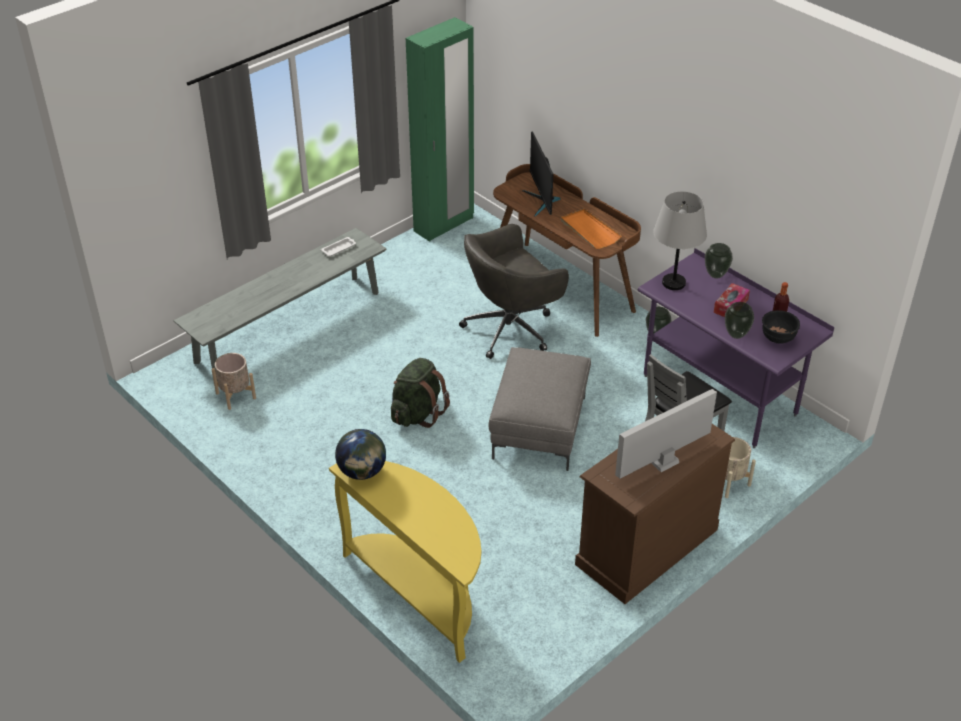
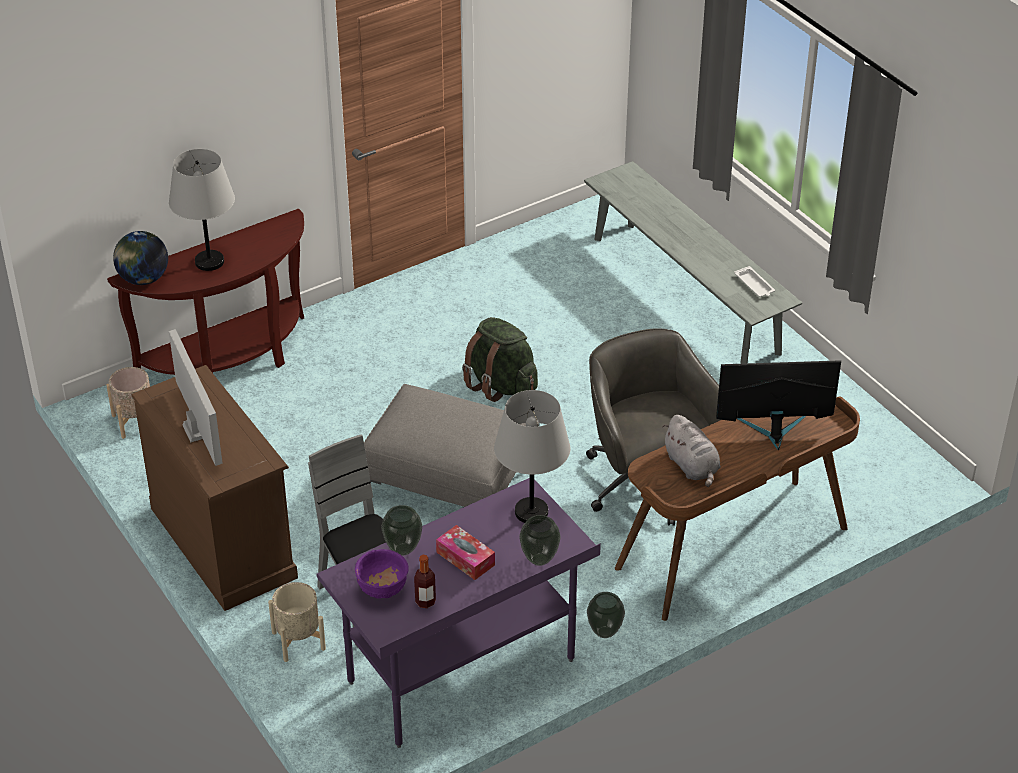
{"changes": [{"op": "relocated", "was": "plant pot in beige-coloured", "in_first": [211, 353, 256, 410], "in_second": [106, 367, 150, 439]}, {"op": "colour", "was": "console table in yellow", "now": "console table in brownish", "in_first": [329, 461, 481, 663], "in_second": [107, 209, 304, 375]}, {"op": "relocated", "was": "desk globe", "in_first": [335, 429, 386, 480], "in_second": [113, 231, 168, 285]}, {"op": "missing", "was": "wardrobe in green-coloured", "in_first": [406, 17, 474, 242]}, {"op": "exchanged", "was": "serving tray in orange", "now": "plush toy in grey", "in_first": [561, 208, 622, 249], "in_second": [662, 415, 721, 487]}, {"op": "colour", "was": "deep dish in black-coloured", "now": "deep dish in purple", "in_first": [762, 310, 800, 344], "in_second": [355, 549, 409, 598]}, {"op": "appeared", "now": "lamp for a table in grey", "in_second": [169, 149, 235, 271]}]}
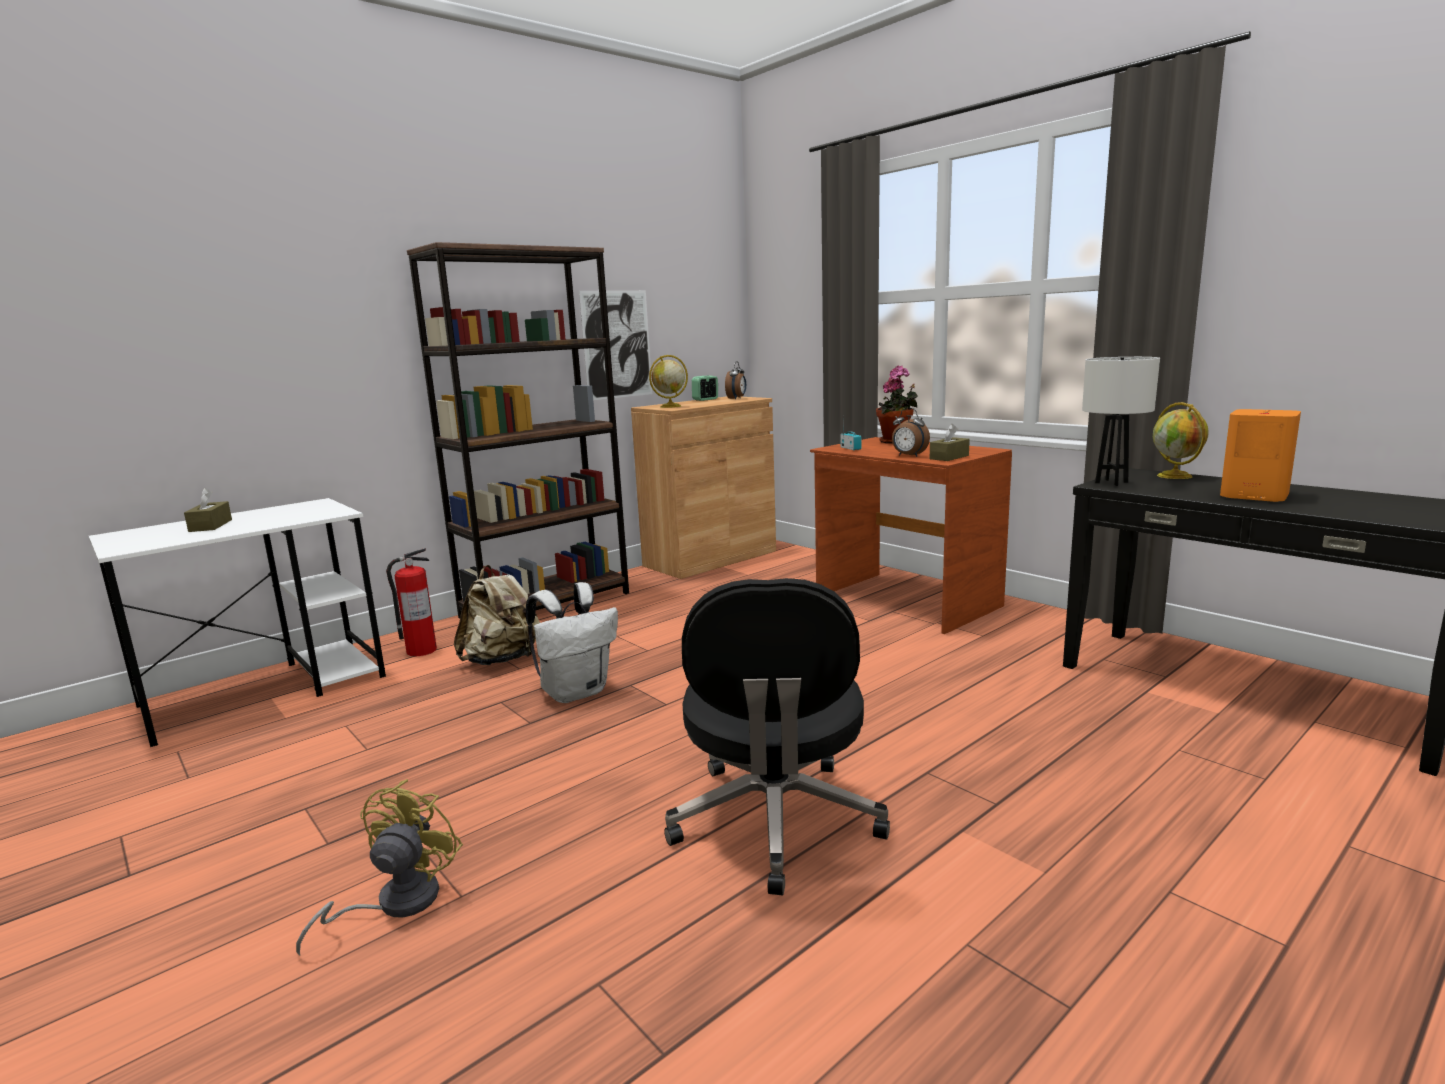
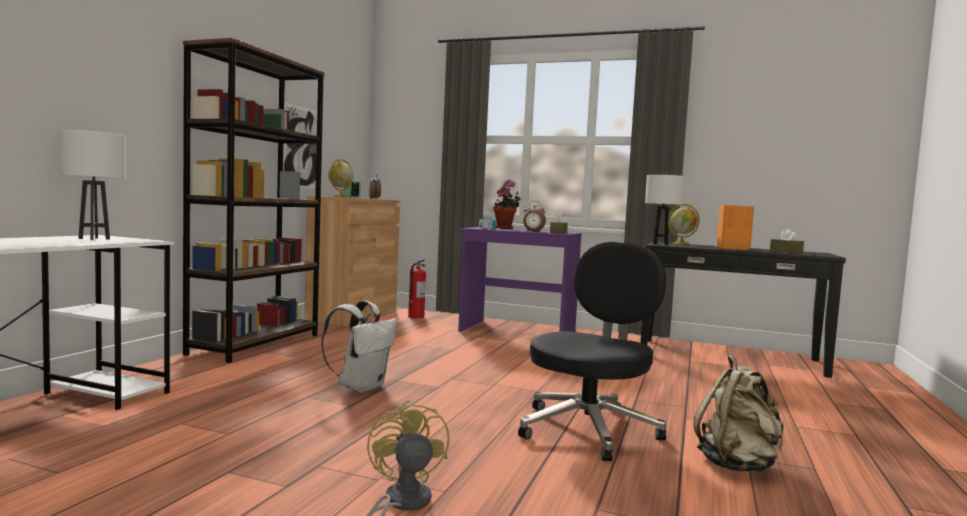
{"changes": [{"op": "relocated", "was": "box of tissues in brownish", "in_first": [184, 488, 232, 532], "in_second": [770, 229, 804, 253]}, {"op": "relocated", "was": "fire-fighting cylinder", "in_first": [386, 548, 437, 656], "in_second": [408, 259, 426, 319]}, {"op": "relocated", "was": "rucksack in beige-coloured", "in_first": [454, 565, 540, 665], "in_second": [693, 354, 784, 473]}, {"op": "spun", "was": "office chair in black-coloured", "in_first": [664, 578, 890, 896], "in_second": [518, 242, 666, 461], "clockwise": -120}, {"op": "colour", "was": "desk unit in brownish", "now": "desk unit in purple", "in_first": [810, 437, 1012, 634], "in_second": [458, 227, 582, 332]}, {"op": "appeared", "now": "lamp for a table in white", "in_second": [59, 130, 126, 240]}]}
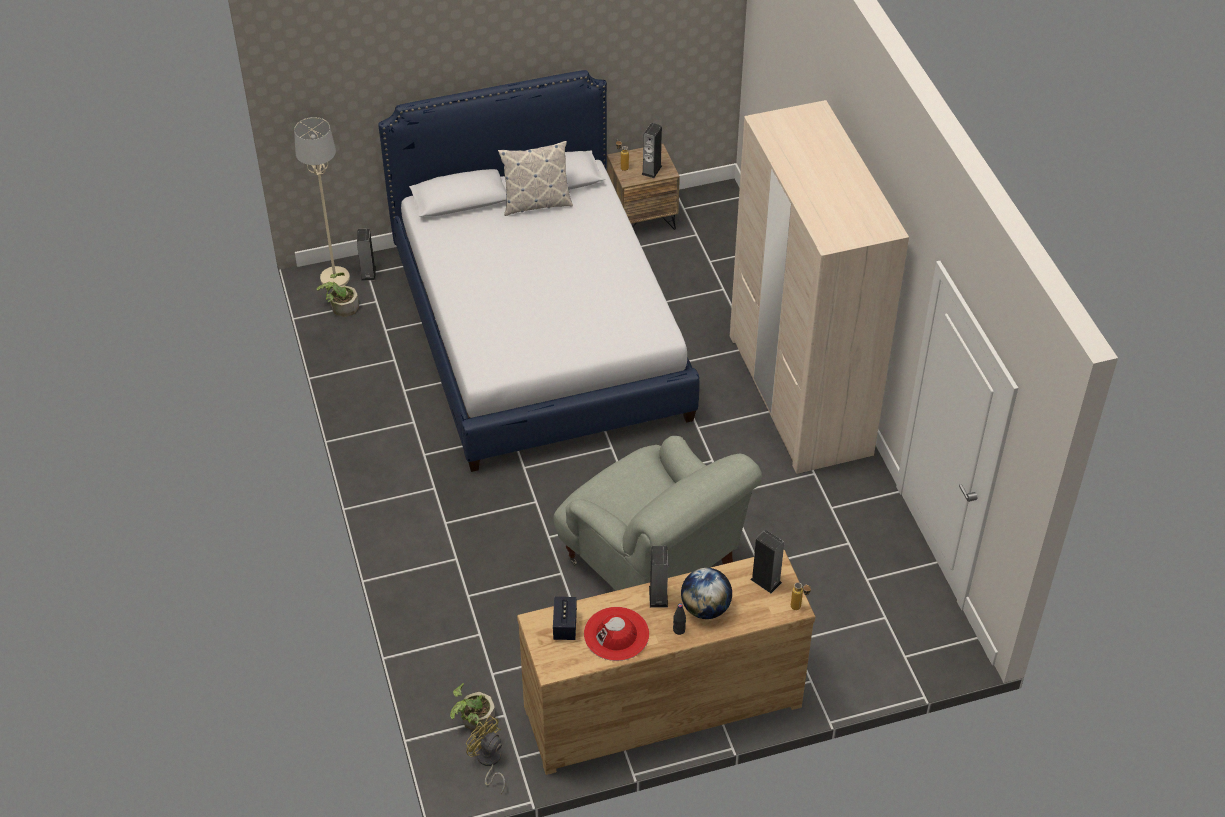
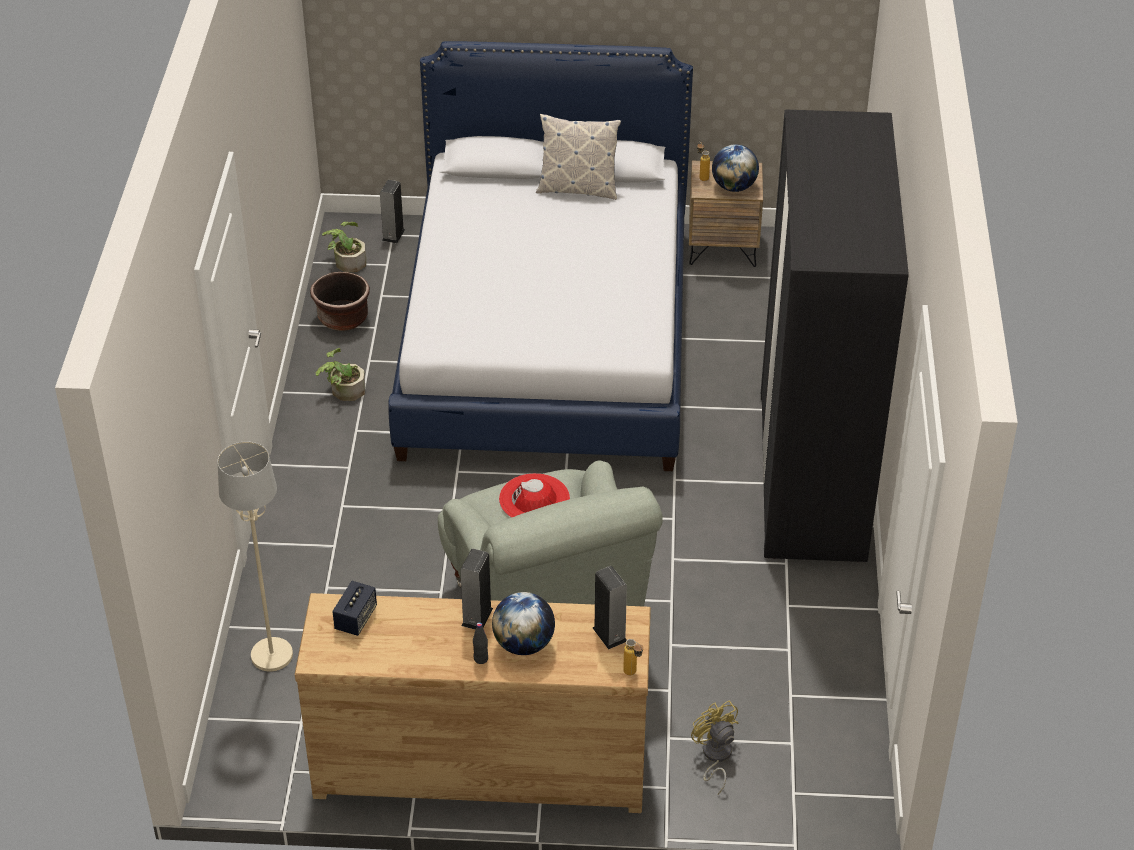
{"changes": [{"op": "relocated", "was": "floor lamp in beige-coloured", "in_first": [294, 117, 350, 289], "in_second": [218, 442, 293, 671]}, {"op": "relocated", "was": "houseplant", "in_first": [450, 683, 495, 732], "in_second": [316, 348, 365, 401]}, {"op": "relocated", "was": "cooling fan in yellow", "in_first": [466, 715, 505, 794], "in_second": [691, 700, 739, 795]}, {"op": "relocated", "was": "clothing hat in reddish", "in_first": [584, 607, 649, 661], "in_second": [499, 473, 570, 518]}, {"op": "exchanged", "was": "loudspeaker", "now": "desk globe", "in_first": [641, 123, 662, 178], "in_second": [712, 144, 759, 192]}, {"op": "colour", "was": "wardrobe in beige-coloured", "now": "wardrobe in black-coloured", "in_first": [730, 100, 909, 474], "in_second": [761, 110, 909, 562]}, {"op": "appeared", "now": "plant pot in brownish", "in_second": [310, 272, 370, 331]}]}
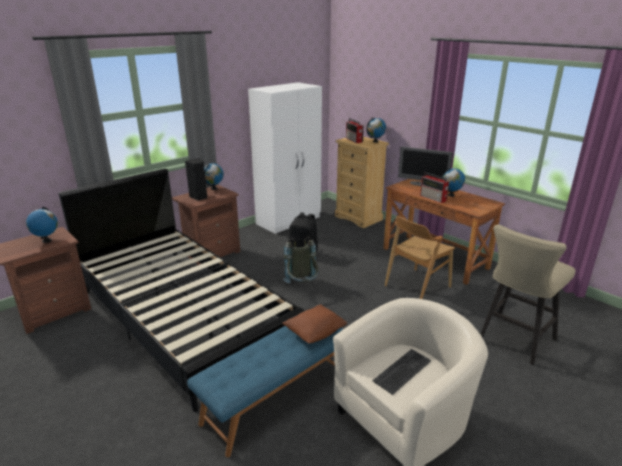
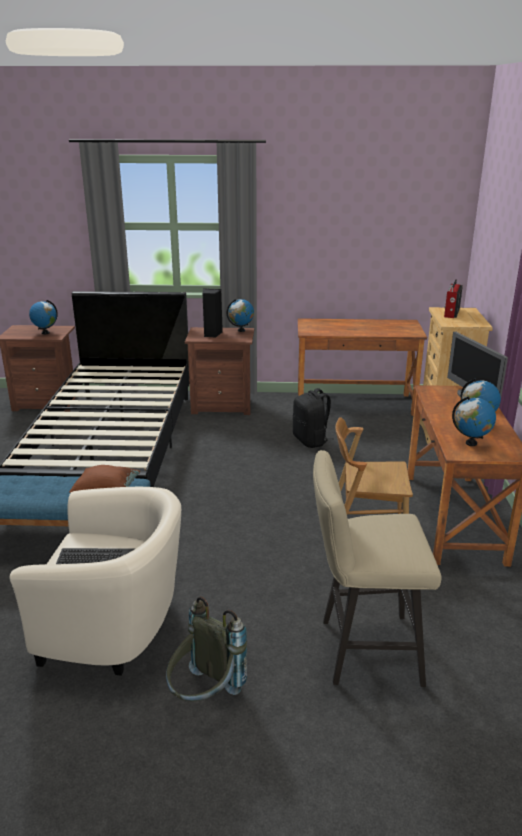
{"changes": [{"op": "exchanged", "was": "wardrobe in white", "now": "desk unit in brownish", "in_first": [248, 82, 322, 234], "in_second": [298, 318, 427, 416]}, {"op": "relocated", "was": "rucksack in grey", "in_first": [283, 237, 319, 283], "in_second": [166, 597, 247, 701]}, {"op": "relocated", "was": "desk globe", "in_first": [366, 118, 386, 143], "in_second": [452, 396, 496, 446]}, {"op": "missing", "was": "radio", "in_first": [420, 172, 449, 203]}]}
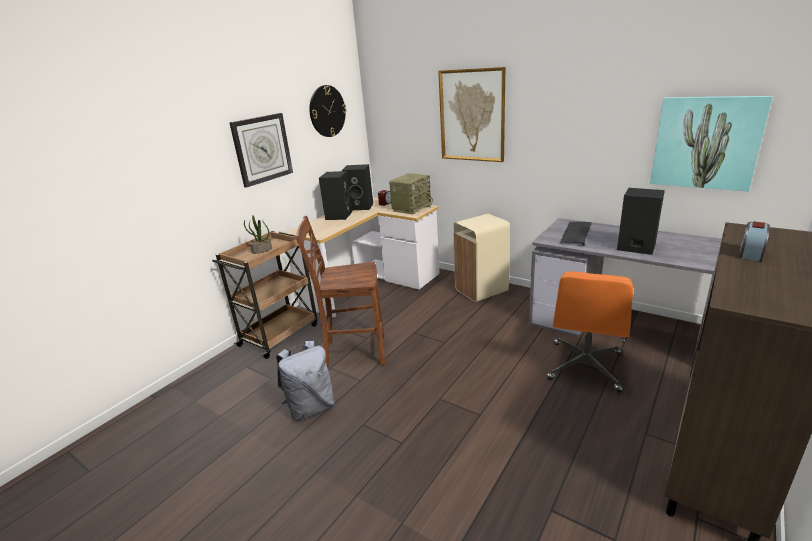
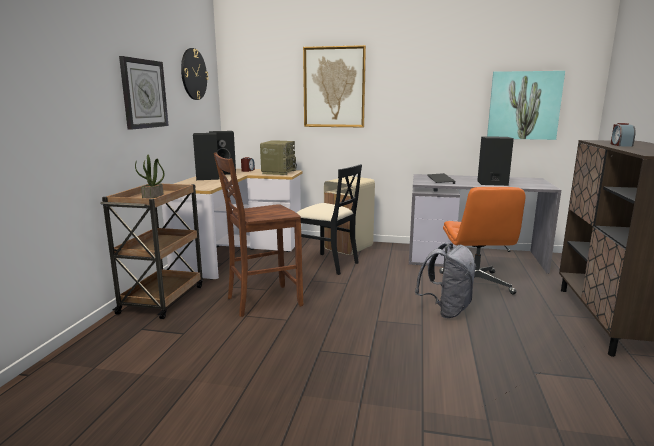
{"changes": [{"op": "relocated", "was": "rucksack in grey", "in_first": [276, 341, 335, 421], "in_second": [415, 243, 476, 318]}, {"op": "appeared", "now": "plain chair in black-coloured", "in_second": [297, 164, 362, 275]}]}
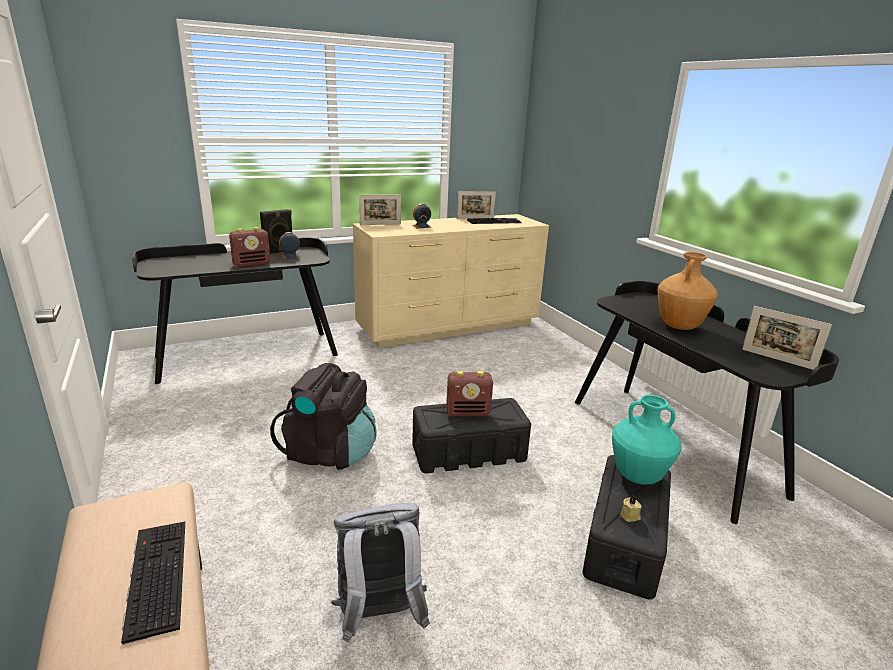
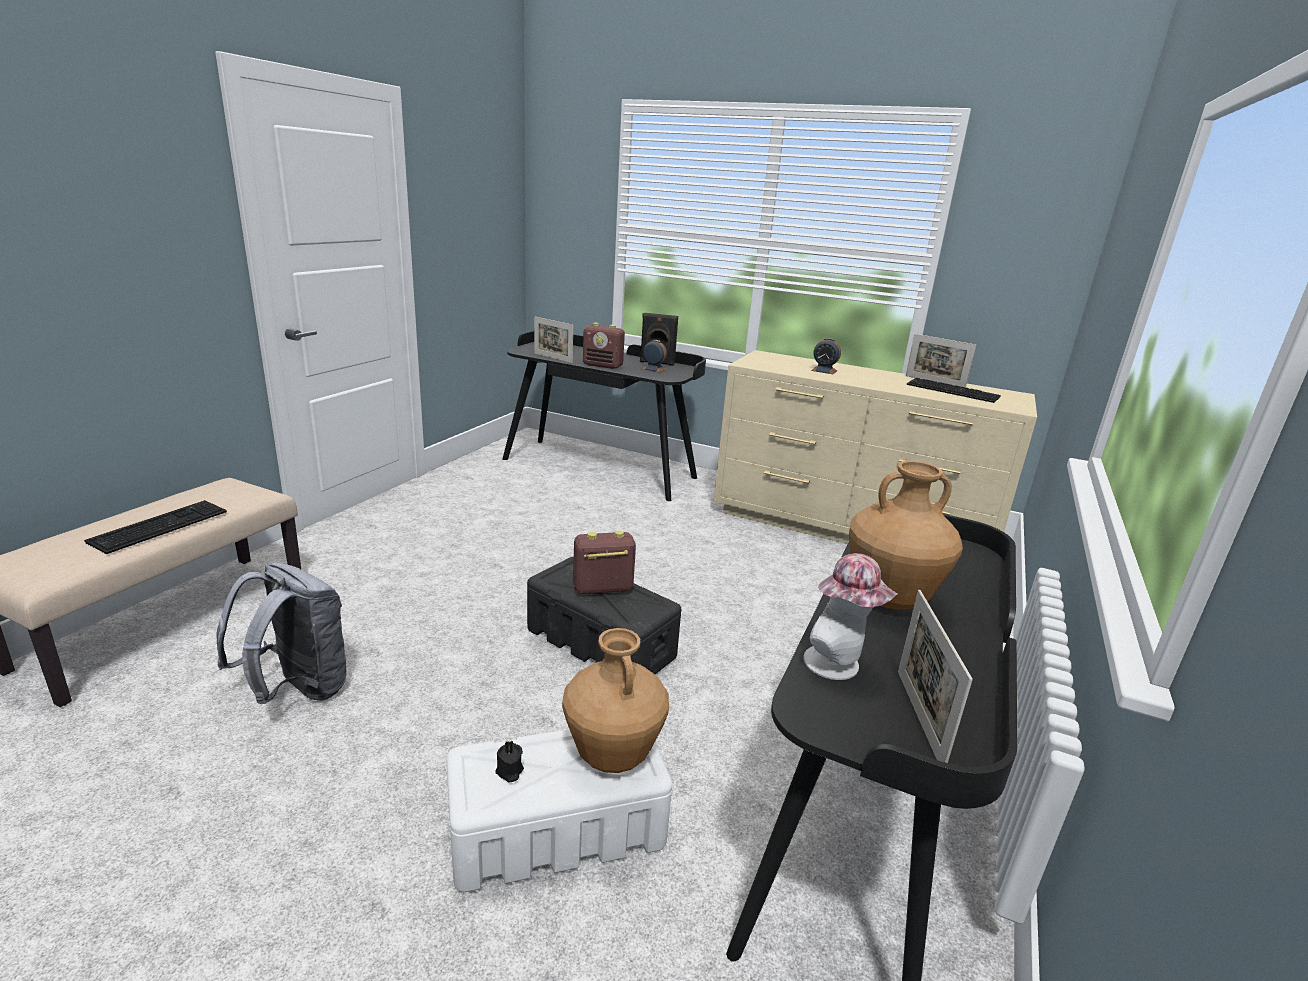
{"changes": [{"op": "missing", "was": "rucksack in black-coloured", "in_first": [270, 363, 377, 470]}, {"op": "relocated", "was": "photo frame", "in_first": [359, 195, 401, 225], "in_second": [534, 316, 573, 363]}, {"op": "spun", "was": "radio", "in_first": [446, 371, 493, 417], "in_second": [573, 530, 636, 594], "clockwise": 120}, {"op": "colour", "was": "storage container in black-coloured", "now": "storage container in white", "in_first": [582, 455, 671, 600], "in_second": [446, 729, 673, 892]}, {"op": "colour", "was": "vase in turquoise", "now": "vase in brownish", "in_first": [612, 395, 682, 484], "in_second": [562, 628, 669, 773]}, {"op": "colour", "was": "candle in beige-coloured", "now": "candle in black-coloured", "in_first": [620, 496, 642, 522], "in_second": [495, 740, 524, 782]}, {"op": "appeared", "now": "clothing hat", "in_second": [803, 553, 898, 680]}]}
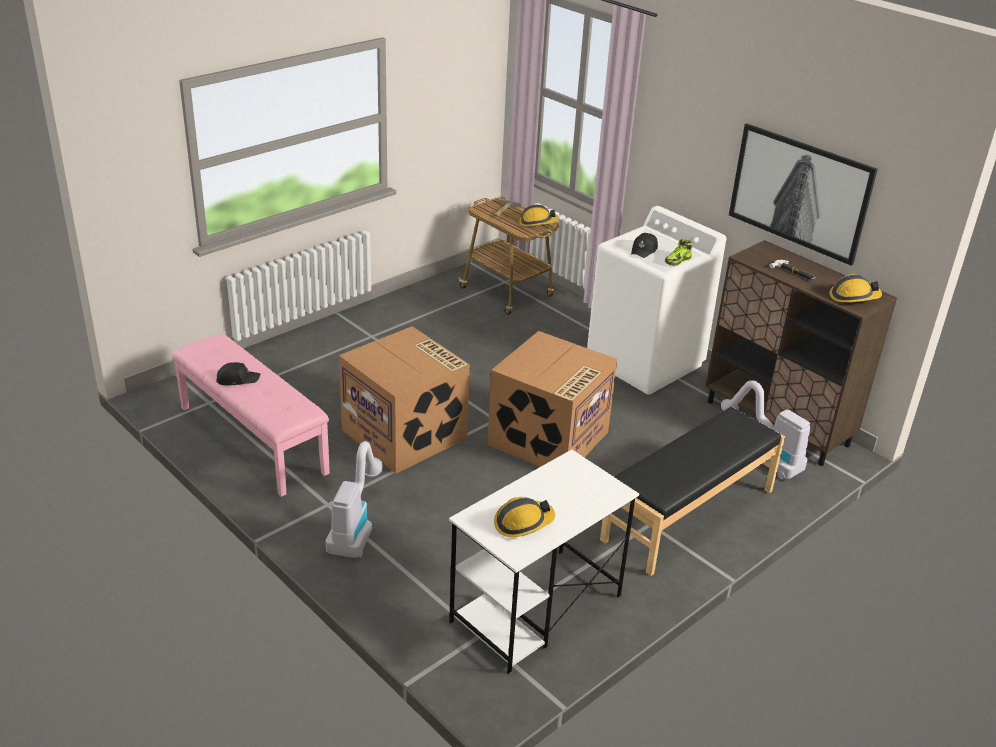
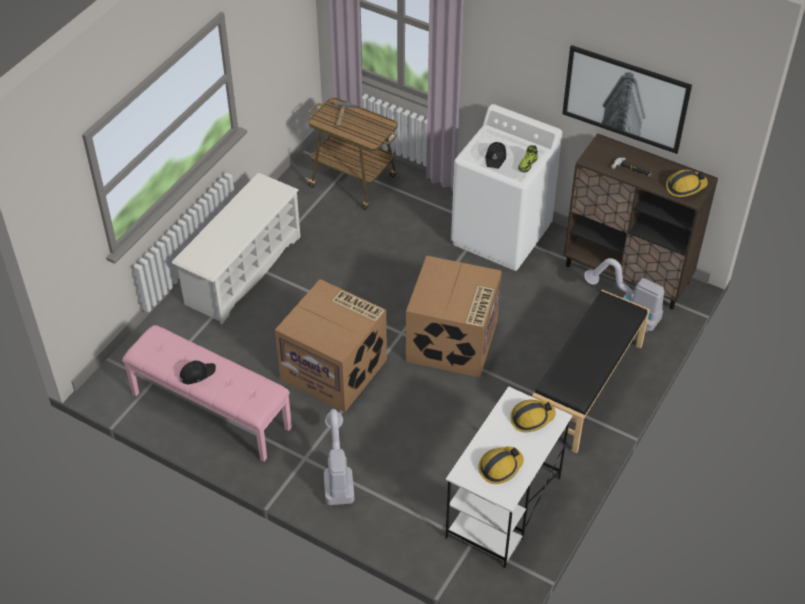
{"changes": [{"op": "relocated", "was": "safety helmet", "in_first": [519, 204, 559, 226], "in_second": [510, 399, 556, 433]}, {"op": "appeared", "now": "shoe rack in white", "in_second": [172, 173, 300, 324]}]}
